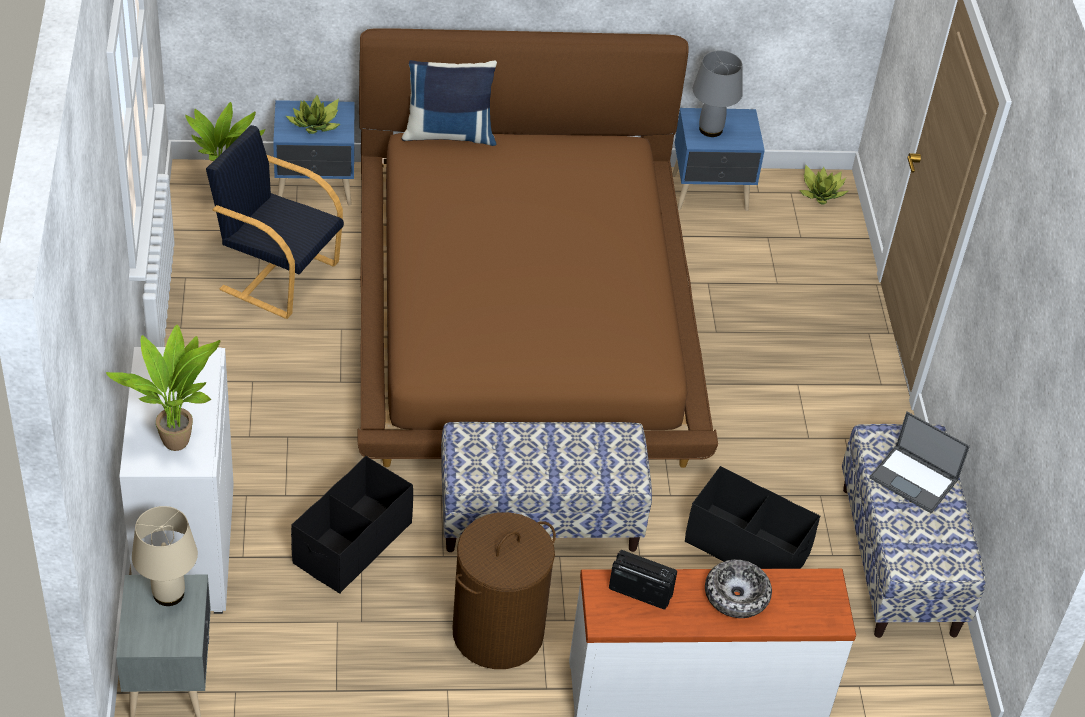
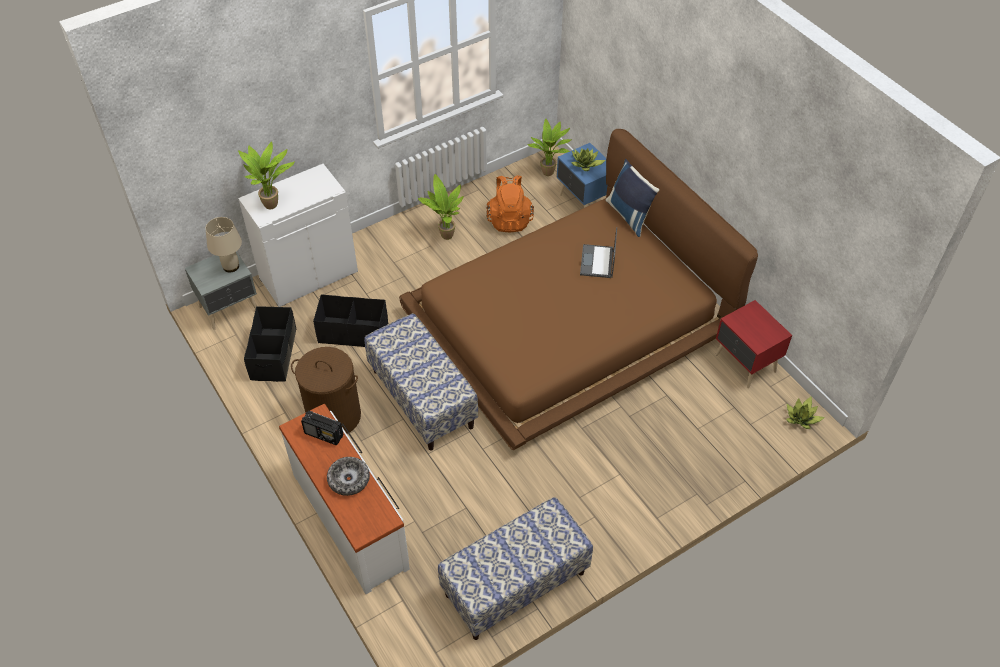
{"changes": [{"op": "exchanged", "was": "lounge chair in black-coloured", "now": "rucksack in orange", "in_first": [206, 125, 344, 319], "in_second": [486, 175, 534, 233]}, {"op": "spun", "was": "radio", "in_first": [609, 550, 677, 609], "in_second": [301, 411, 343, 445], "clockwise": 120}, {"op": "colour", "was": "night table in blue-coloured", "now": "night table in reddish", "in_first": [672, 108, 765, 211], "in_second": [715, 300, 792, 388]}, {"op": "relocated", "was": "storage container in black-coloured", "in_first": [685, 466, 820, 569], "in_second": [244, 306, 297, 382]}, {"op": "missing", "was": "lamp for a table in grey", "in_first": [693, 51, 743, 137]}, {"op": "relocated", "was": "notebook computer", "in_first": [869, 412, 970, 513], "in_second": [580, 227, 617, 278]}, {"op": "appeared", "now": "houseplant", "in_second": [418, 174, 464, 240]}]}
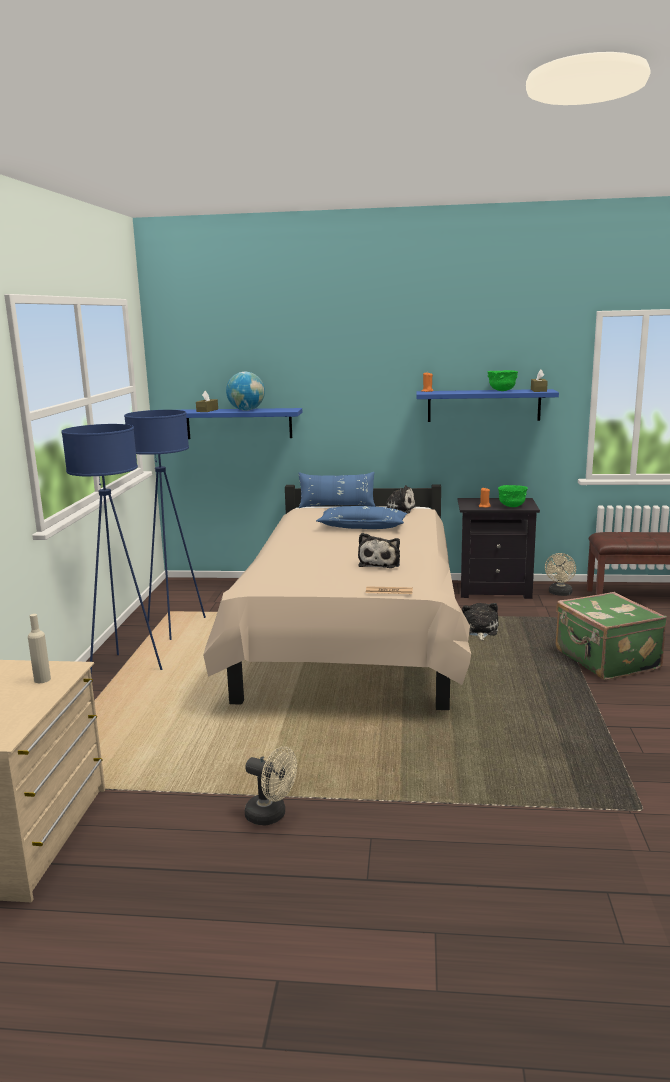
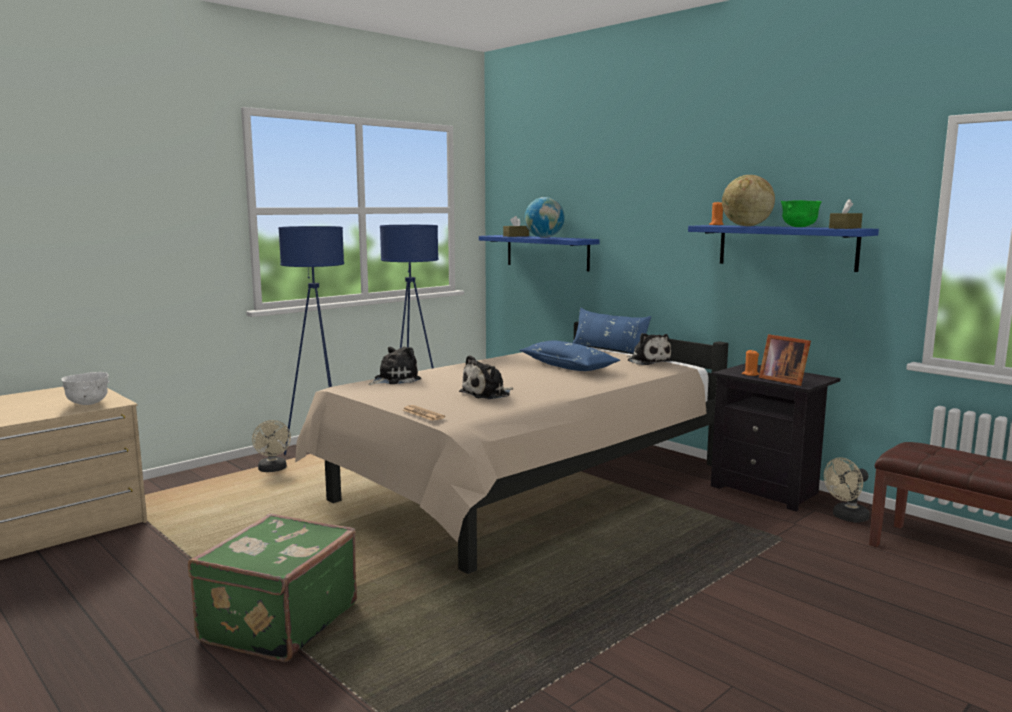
{"changes": [{"op": "exchanged", "was": "drink bottle in beige-coloured", "now": "deep dish in white", "in_first": [28, 614, 51, 683], "in_second": [61, 372, 109, 405]}, {"op": "relocated", "was": "cooling fan in beige-coloured", "in_first": [245, 746, 297, 826], "in_second": [252, 420, 291, 472]}, {"op": "relocated", "was": "plush toy", "in_first": [462, 603, 499, 640], "in_second": [368, 347, 421, 385]}, {"op": "exchanged", "was": "deep dish in green-coloured", "now": "photo frame", "in_first": [498, 485, 528, 507], "in_second": [759, 334, 811, 386]}, {"op": "relocated", "was": "suitcase in green-coloured", "in_first": [556, 592, 667, 680], "in_second": [188, 513, 357, 662]}, {"op": "appeared", "now": "desk globe", "in_second": [722, 175, 775, 226]}]}
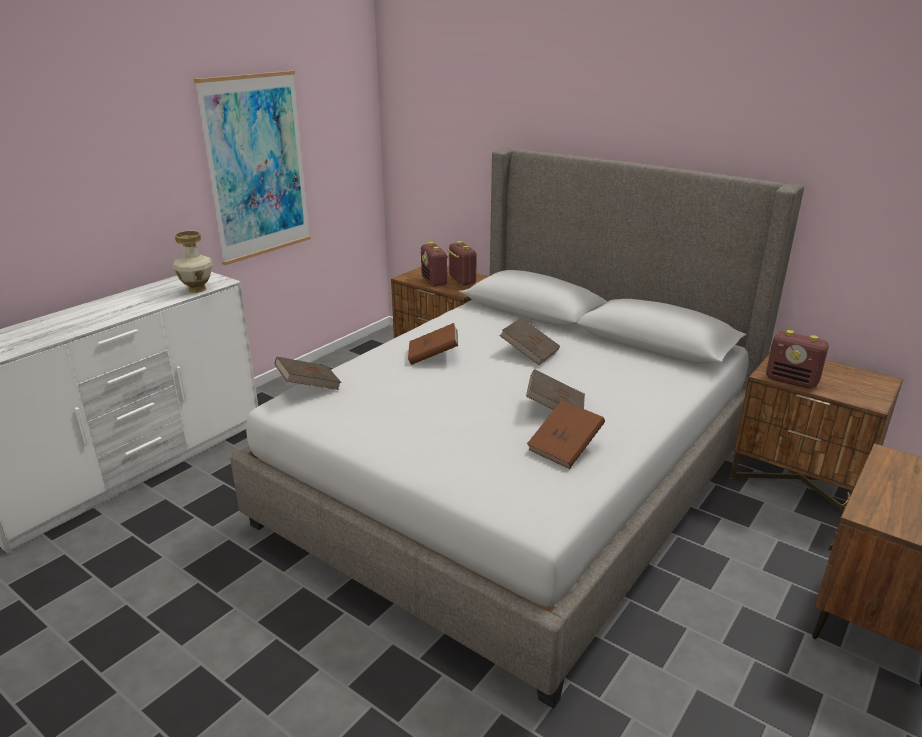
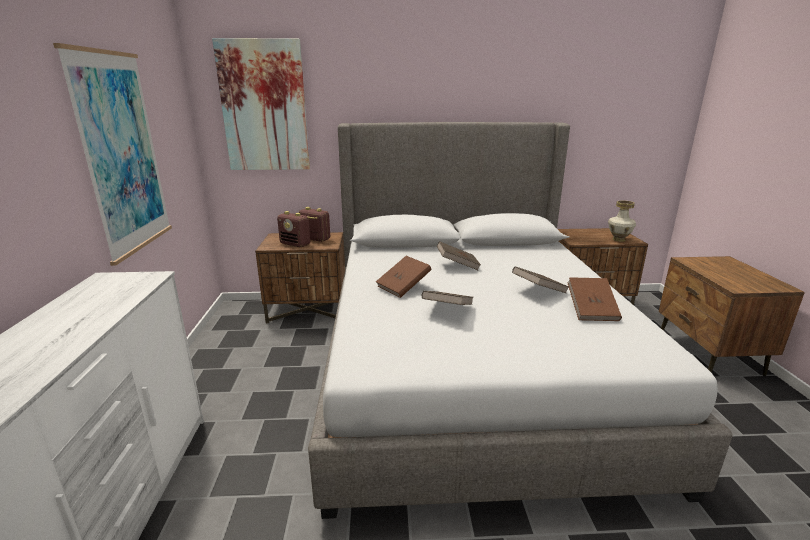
{"changes": [{"op": "relocated", "was": "vase", "in_first": [173, 231, 212, 293], "in_second": [608, 200, 636, 242]}, {"op": "relocated", "was": "bound book in brownish", "in_first": [275, 357, 341, 390], "in_second": [422, 291, 473, 305]}, {"op": "missing", "was": "radio", "in_first": [766, 330, 829, 389]}, {"op": "appeared", "now": "picture", "in_second": [212, 38, 310, 170]}]}
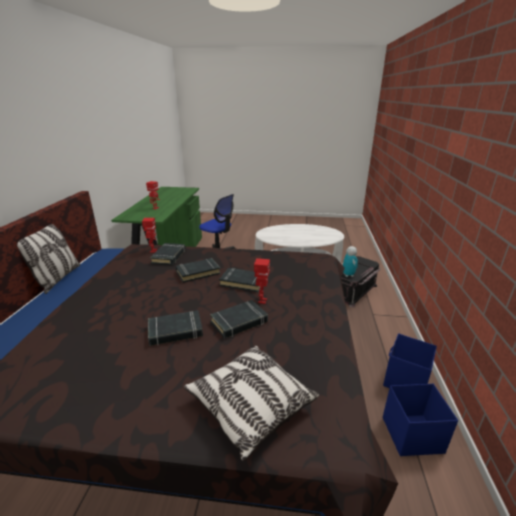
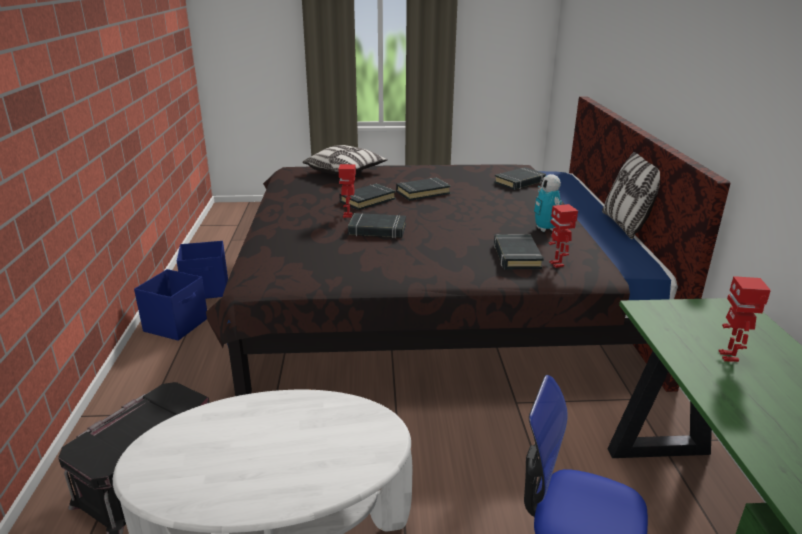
{"changes": [{"op": "relocated", "was": "bound book in black-coloured", "in_first": [176, 258, 220, 283], "in_second": [494, 167, 546, 190]}, {"op": "relocated", "was": "robot figure", "in_first": [343, 246, 358, 277], "in_second": [534, 174, 562, 232]}]}
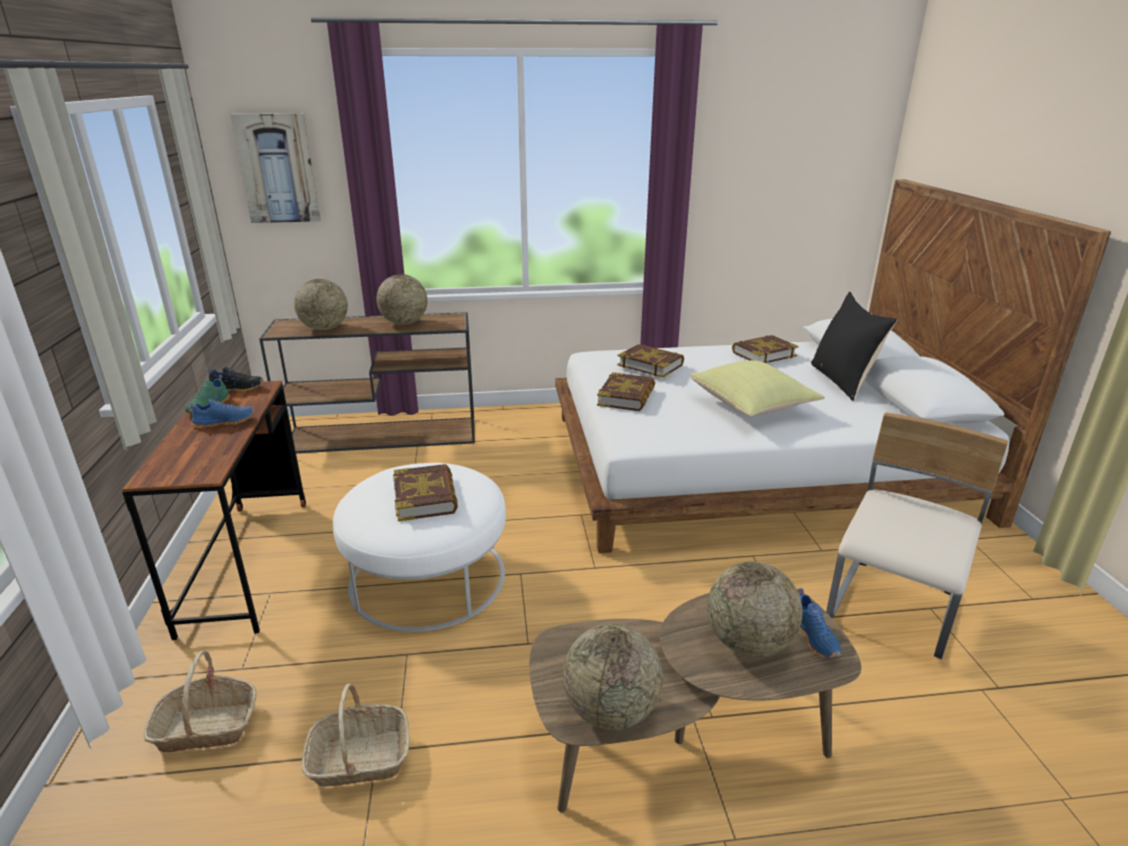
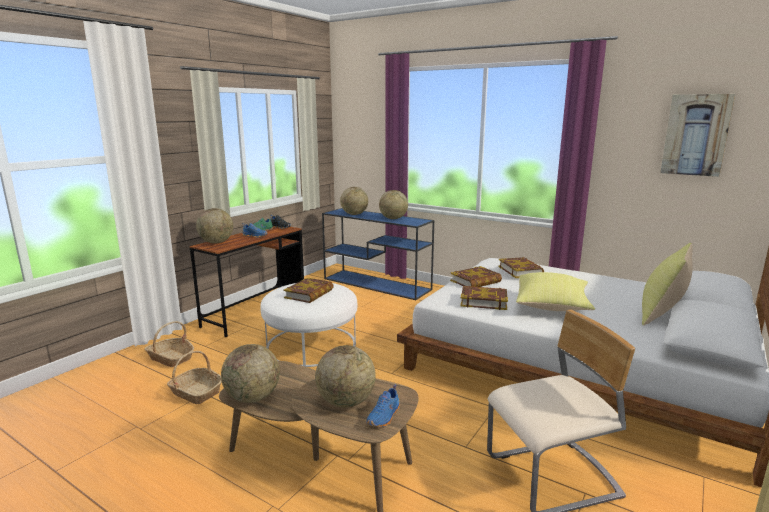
{"changes": [{"op": "relocated", "was": "picture", "in_first": [230, 113, 321, 223], "in_second": [660, 94, 735, 177]}, {"op": "colour", "was": "console table in brownish", "now": "console table in blue-coloured", "in_first": [259, 312, 475, 453], "in_second": [322, 208, 434, 300]}, {"op": "relocated", "was": "bound book", "in_first": [732, 335, 799, 363], "in_second": [461, 286, 508, 310]}, {"op": "colour", "was": "cushion in black-coloured", "now": "cushion in yellow", "in_first": [811, 292, 897, 401], "in_second": [642, 243, 693, 326]}, {"op": "appeared", "now": "desk globe", "in_second": [196, 208, 233, 243]}]}
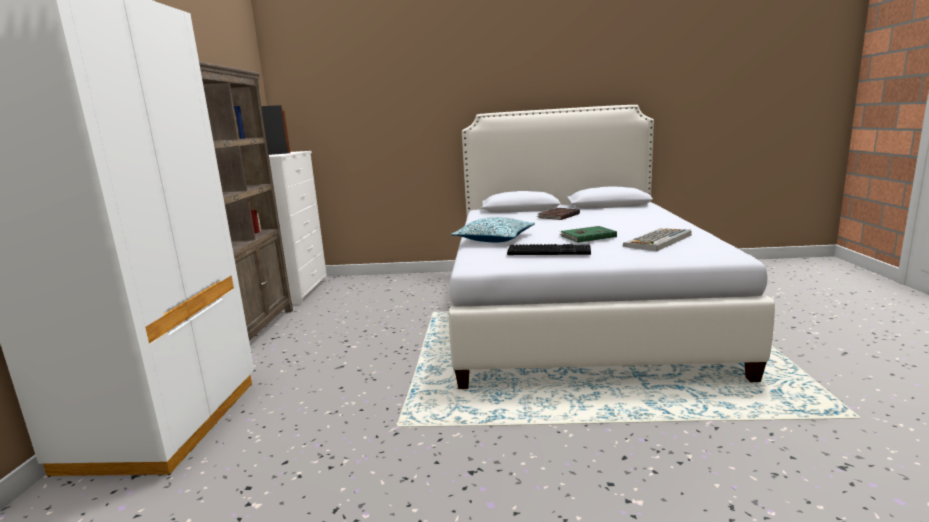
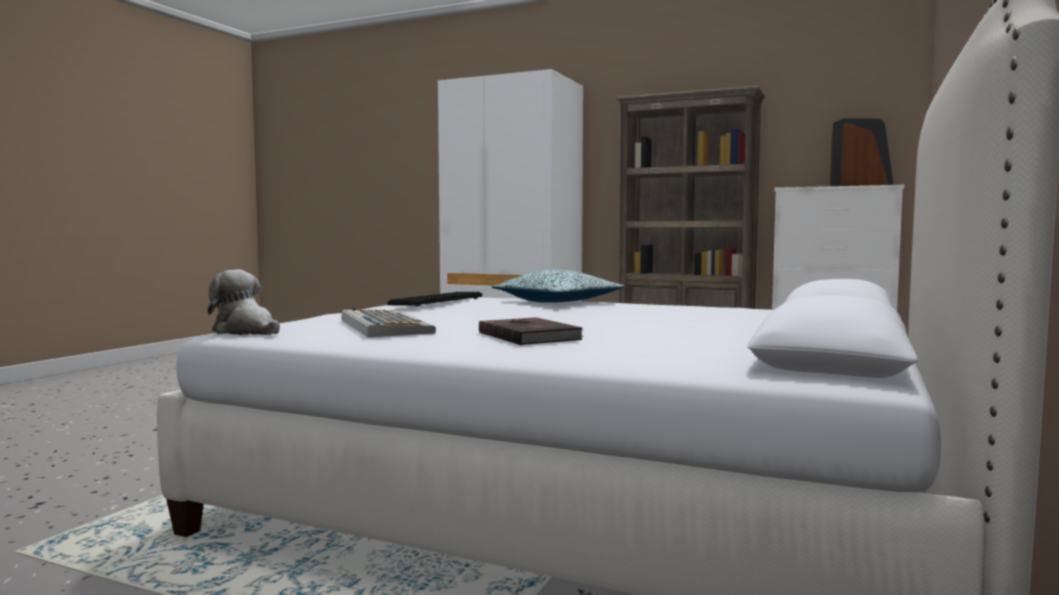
{"changes": [{"op": "relocated", "was": "bound book in brownish", "in_first": [536, 208, 580, 220], "in_second": [479, 317, 584, 345]}, {"op": "missing", "was": "bound book in green-coloured", "in_first": [560, 226, 617, 243]}, {"op": "appeared", "now": "plush toy", "in_second": [208, 269, 280, 335]}]}
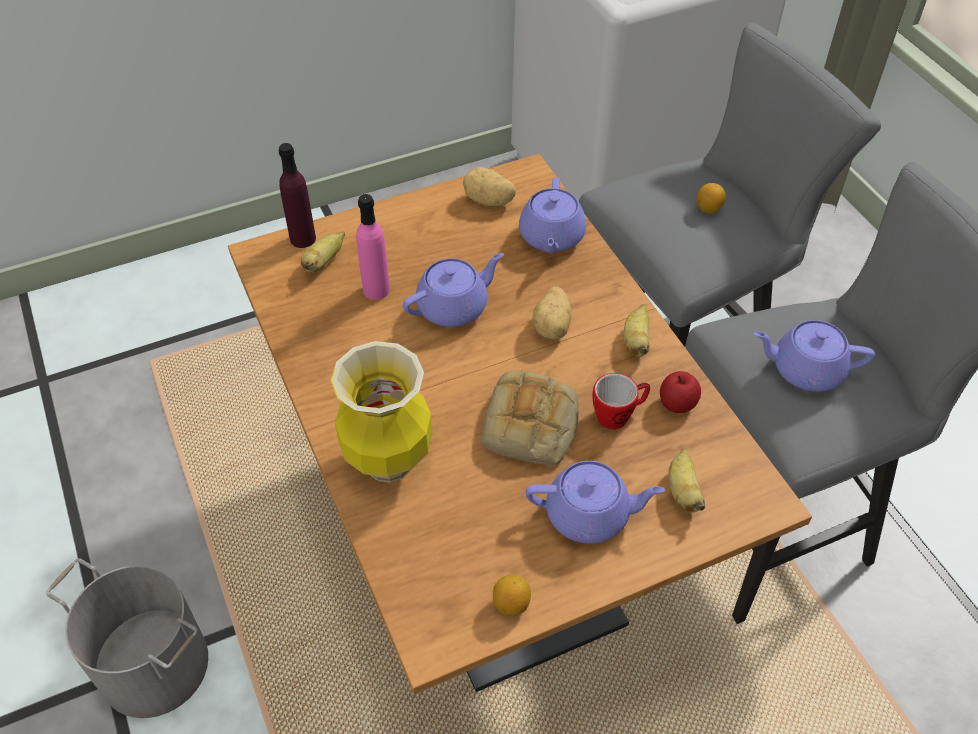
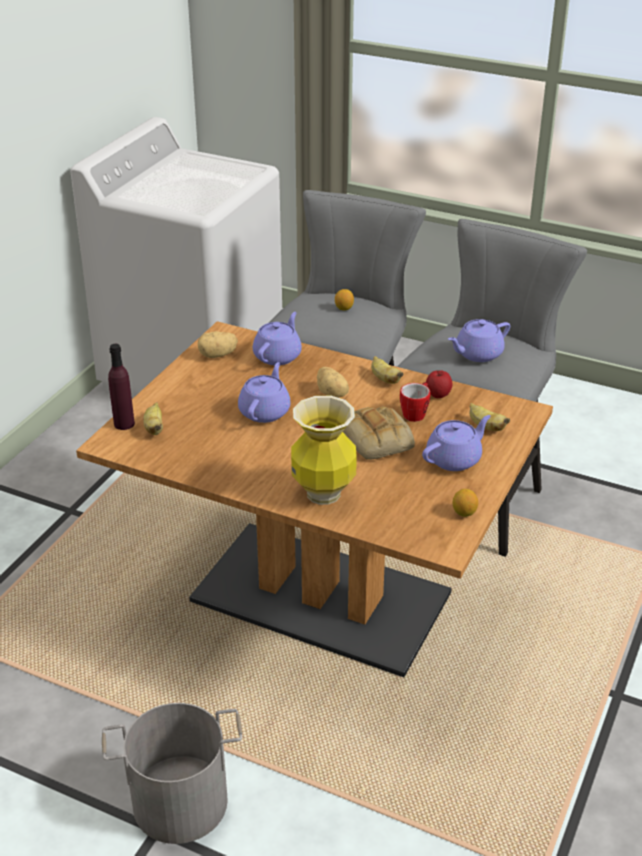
{"changes": [{"op": "missing", "was": "drink bottle in pink", "in_first": [356, 194, 390, 300]}, {"op": "spun", "was": "tea pot in purple", "in_first": [519, 178, 586, 253], "in_second": [253, 312, 302, 365], "clockwise": -120}]}
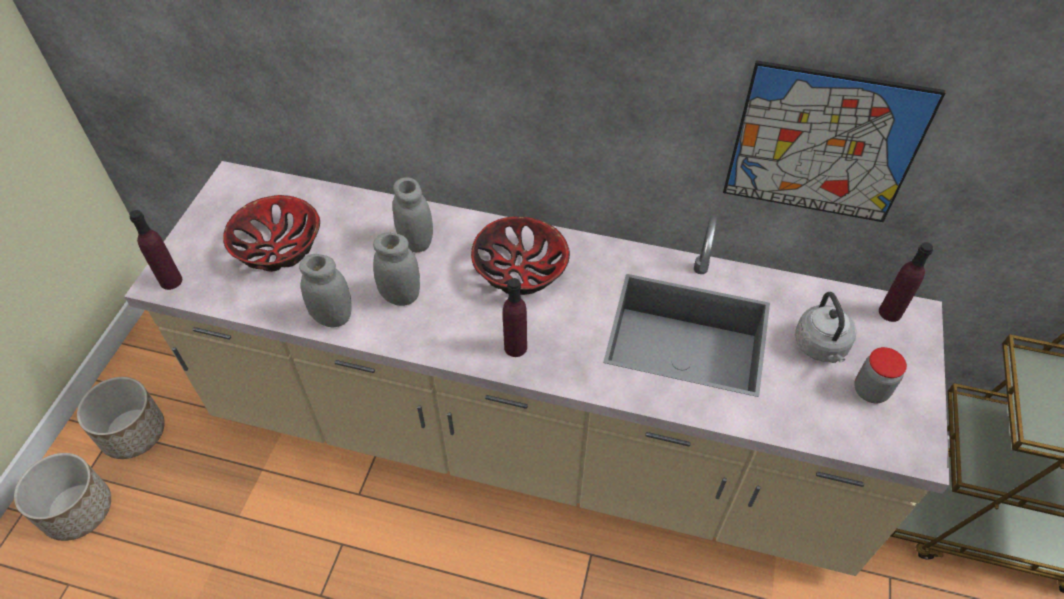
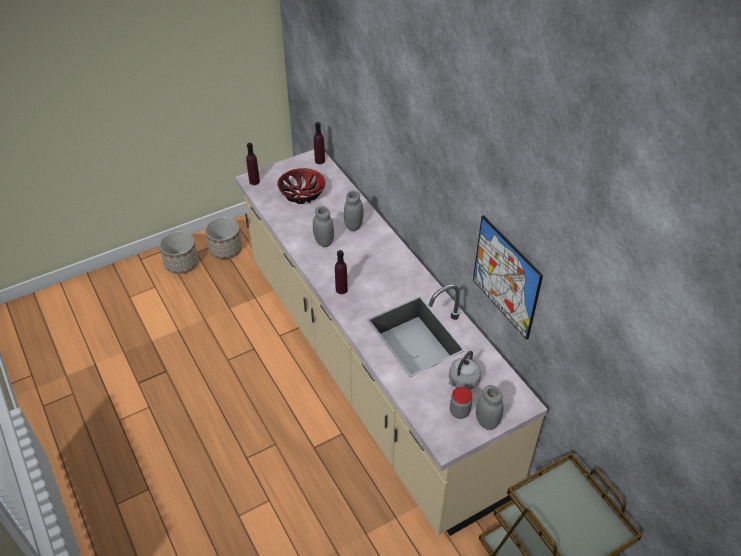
{"changes": [{"op": "relocated", "was": "storage jar in grey", "in_first": [299, 254, 352, 327], "in_second": [476, 385, 504, 430]}, {"op": "missing", "was": "deep dish", "in_first": [471, 216, 570, 295]}, {"op": "relocated", "was": "drink bottle in purple", "in_first": [879, 242, 933, 322], "in_second": [314, 122, 325, 164]}]}
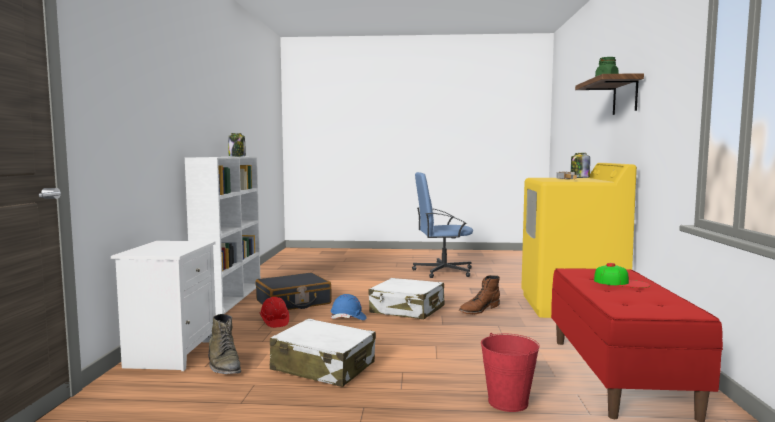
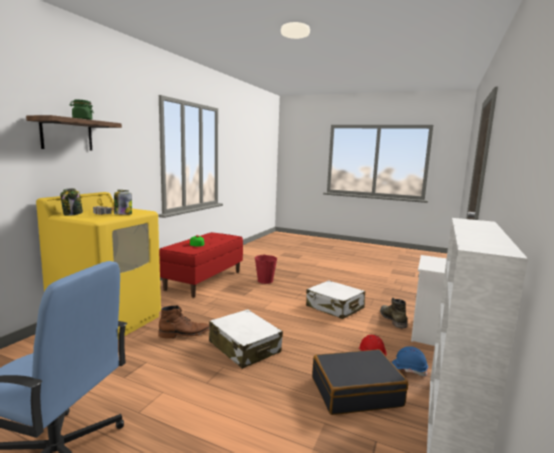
{"changes": [{"op": "relocated", "was": "storage jar", "in_first": [228, 133, 246, 157], "in_second": [114, 190, 132, 215]}, {"op": "relocated", "was": "safety helmet in blue-coloured", "in_first": [331, 294, 367, 320], "in_second": [392, 346, 428, 376]}]}
